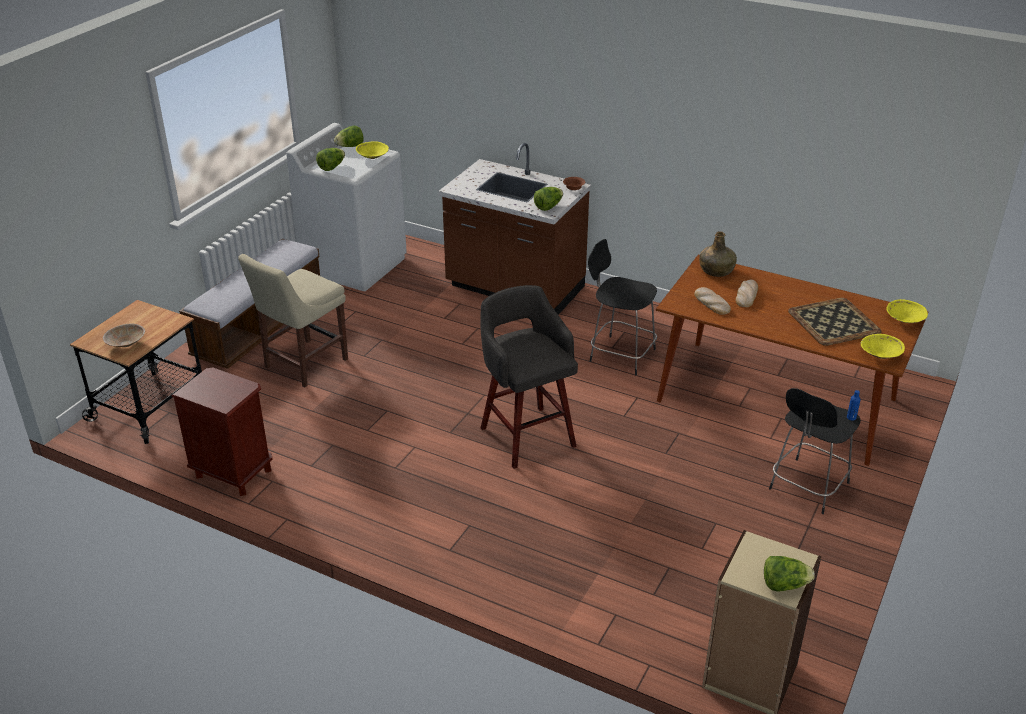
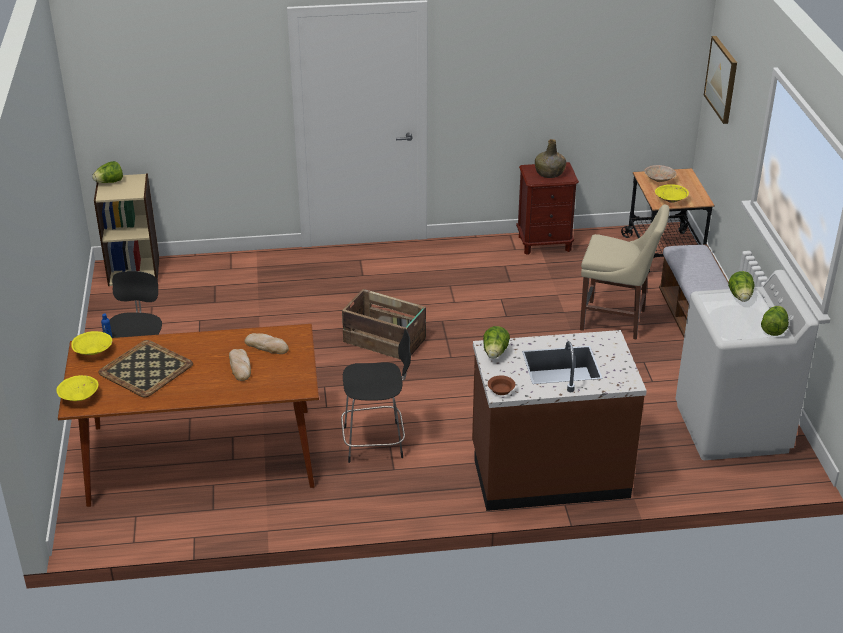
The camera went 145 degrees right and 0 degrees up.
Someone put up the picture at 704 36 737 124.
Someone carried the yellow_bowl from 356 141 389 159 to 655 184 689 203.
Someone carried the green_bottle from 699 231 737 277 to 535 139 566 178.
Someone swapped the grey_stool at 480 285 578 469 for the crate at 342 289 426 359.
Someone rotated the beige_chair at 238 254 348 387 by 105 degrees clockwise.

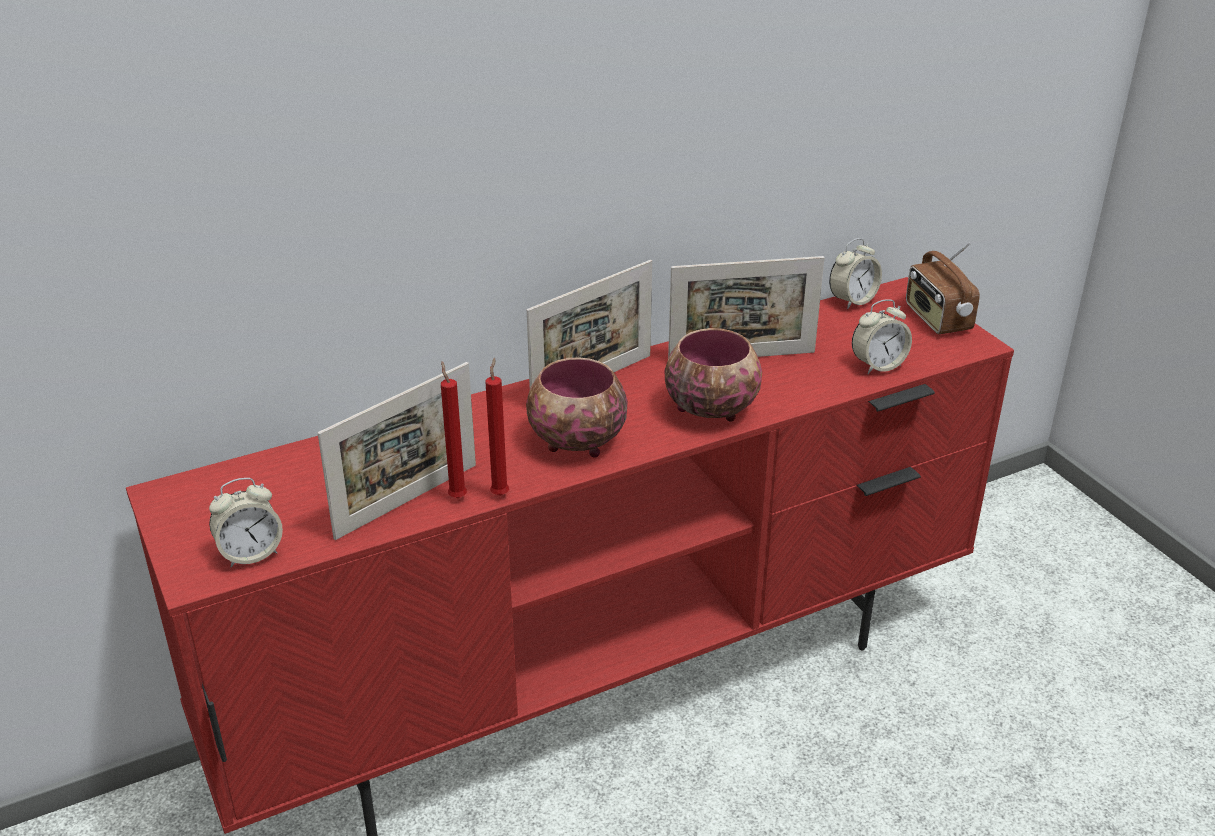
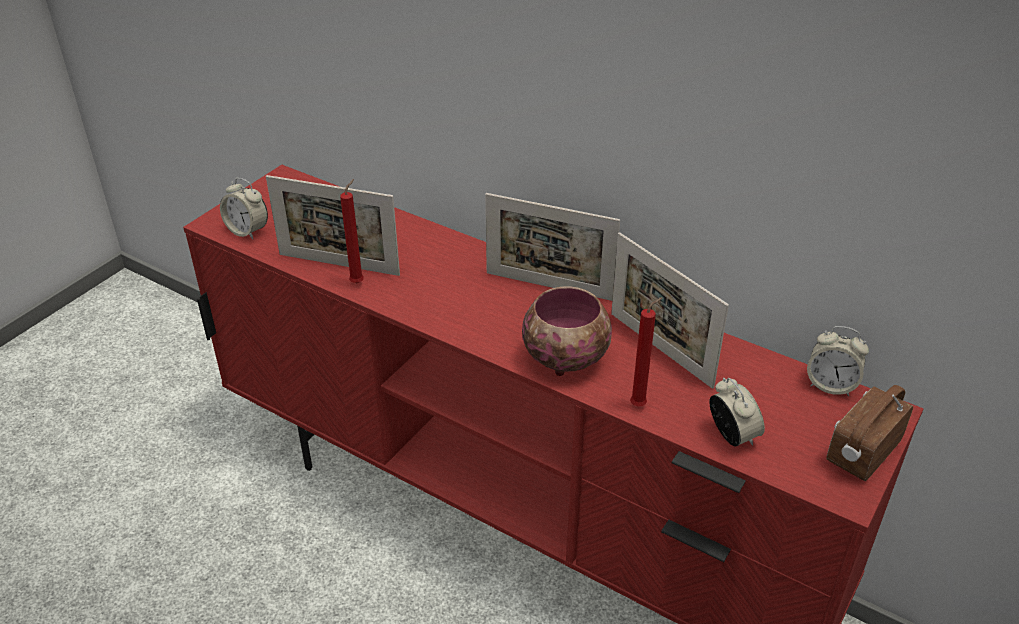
The camera went 60 degrees right and 5 degrees up.
Someone took away the bowl at 526 358 628 458.
Someone carried the red_candle from 485 358 509 496 to 630 297 663 406.
Someone rotated the alarm_clock at 852 299 912 374 by 150 degrees counterclockwise.

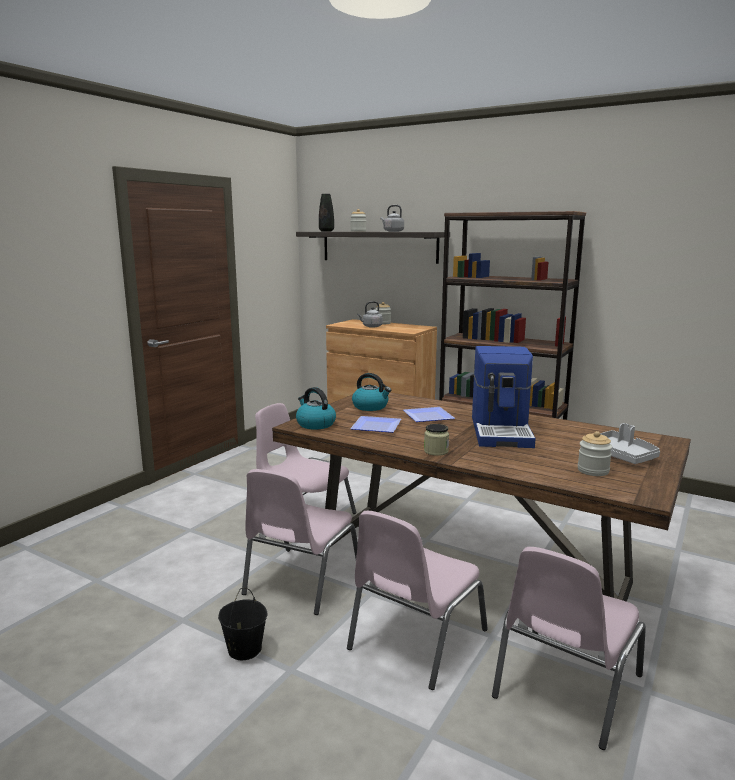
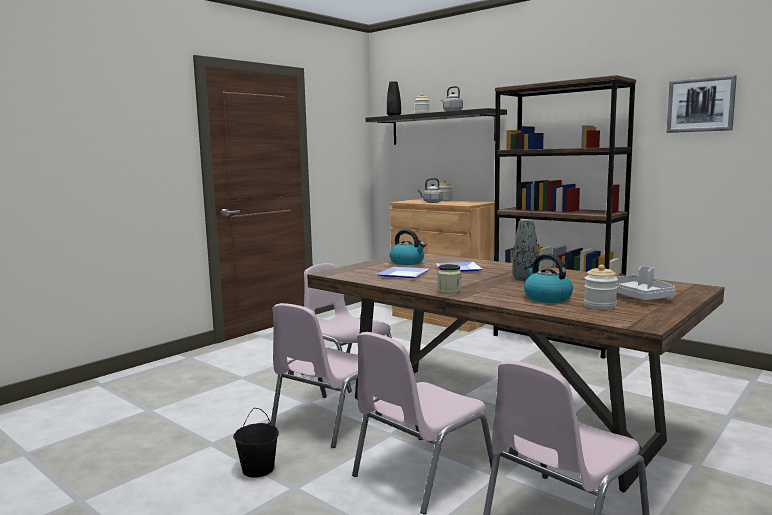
The camera went 10 degrees right and 5 degrees down.
Someone put up the picture at 667 75 737 133.
Someone carried the kettle from 296 387 336 430 to 524 254 573 303.
Someone swapped the coffee_machine at 472 346 536 448 for the grey_vase at 512 220 538 281.

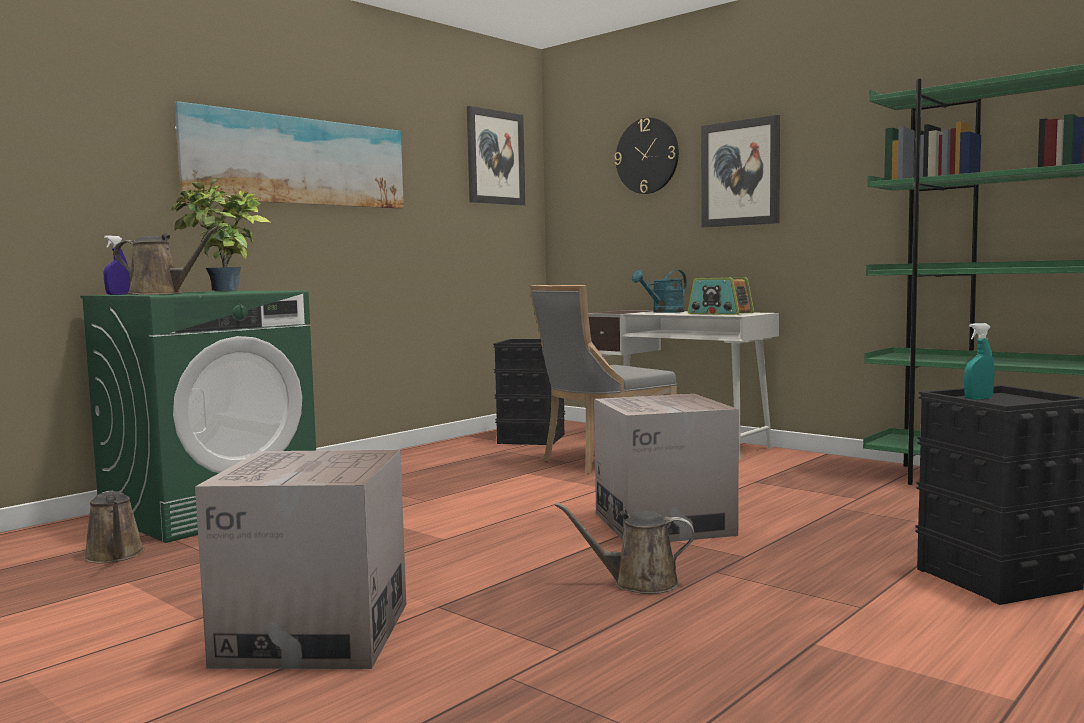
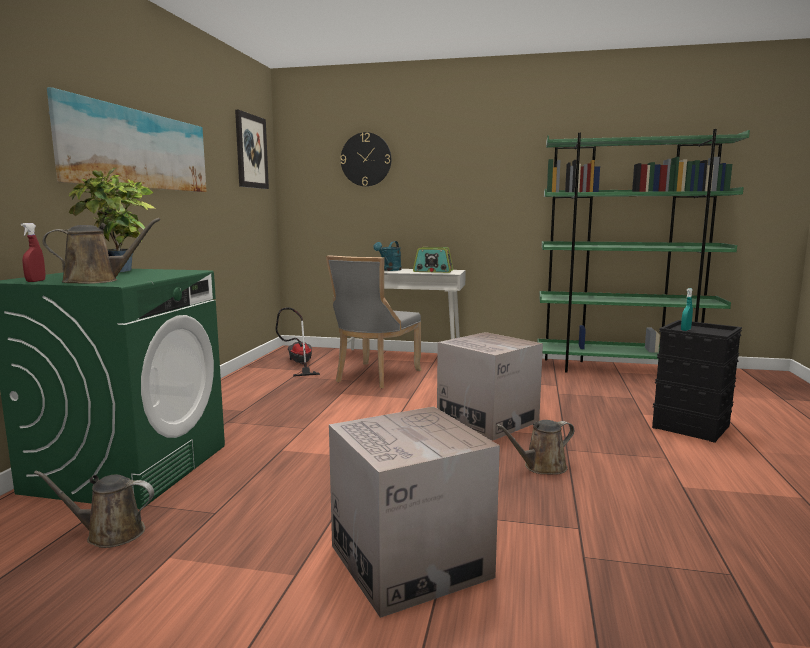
The camera went 30 degrees left and 5 degrees up.
Someone took away the picture at 701 115 780 228.
Someone swapped the black_storage_box at 493 339 565 445 for the vacuum_cleaner at 276 308 320 377.
Someone repainted the blue_spray_bottle at 104 235 130 295, which became the red_spray_bottle at 21 223 45 282.
Someone rotated the brown_watering_can at 84 490 145 563 by 150 degrees clockwise.

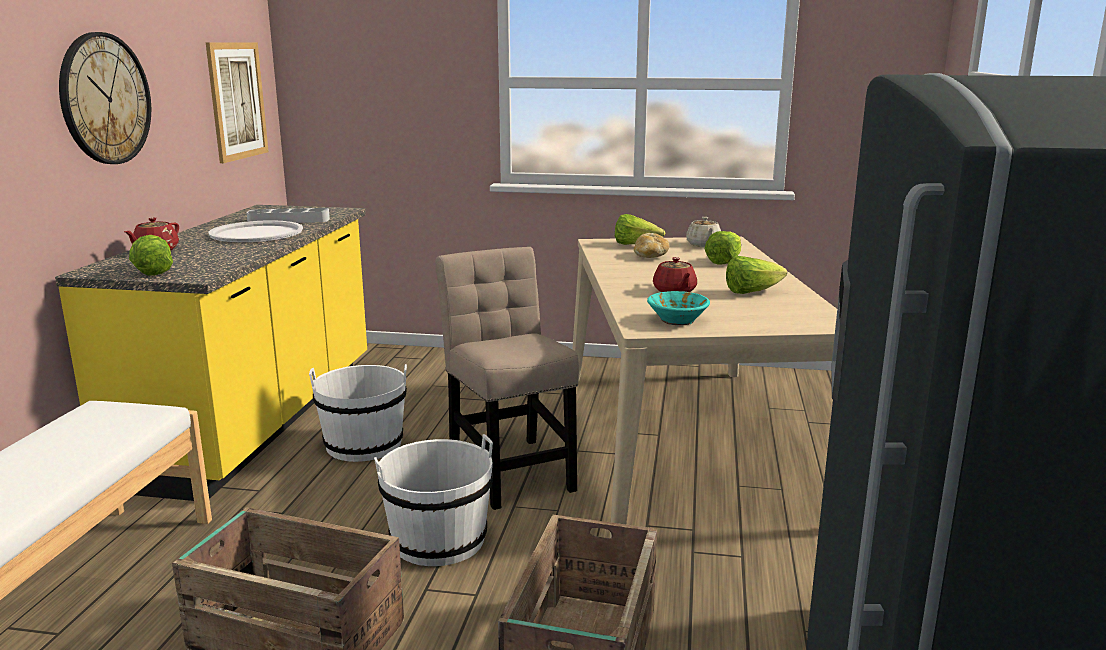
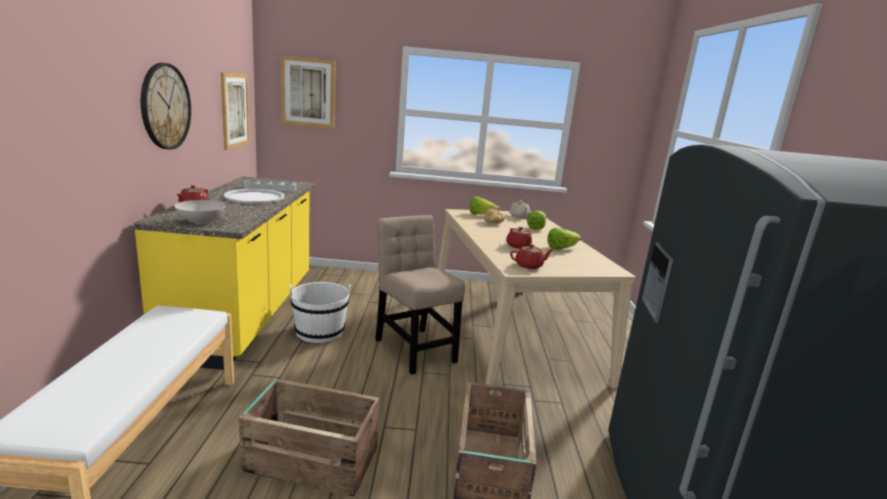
The camera went 10 degrees left and 0 degrees up.
Someone took away the white_bucket at 374 434 493 566.
Someone put up the picture at 281 56 336 128.
Someone swapped the lettuce at 129 235 173 276 for the white_bowl at 174 200 226 224.
Someone swapped the turquoise_bowl at 647 291 710 325 for the red_teapot at 510 244 554 269.

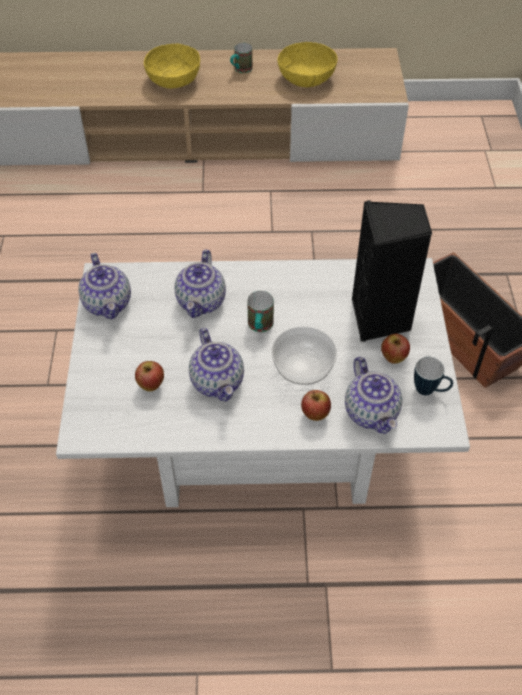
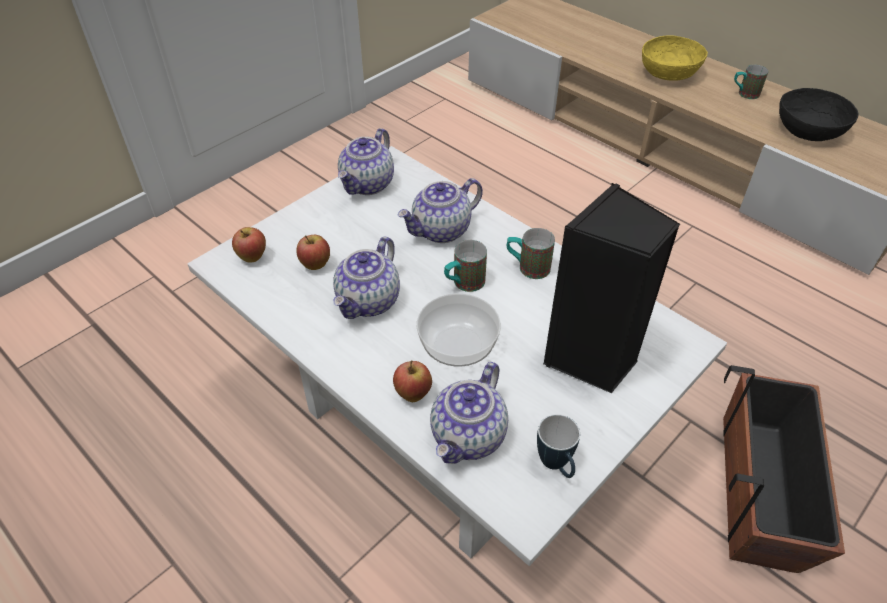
The camera went 45 degrees right and 5 degrees down.
Someone put down the mug at 507 228 555 279.
Someone carried the apple from 381 334 410 364 to 232 227 266 263.
Someone repainted the yellow_bowl at 277 42 338 87, which became the black_bowl at 779 88 859 141.

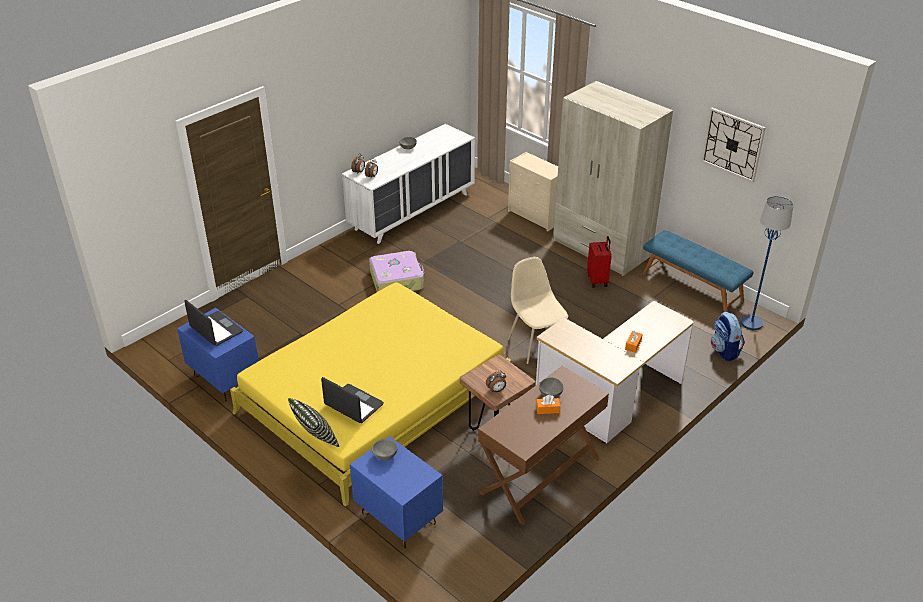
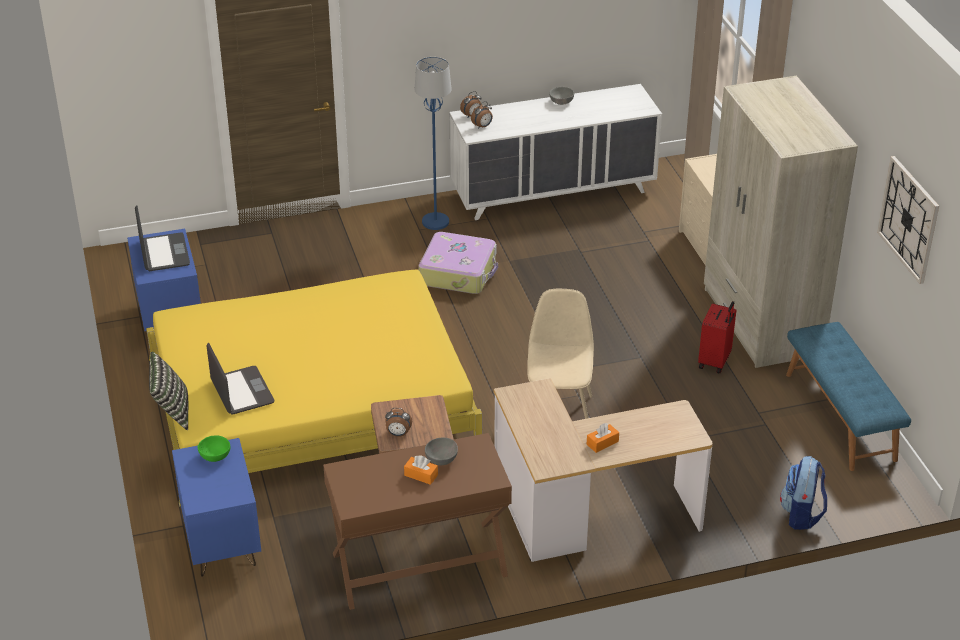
The camera went 30 degrees right and 0 degrees up.
Someone carried the blue_floor_lamp from 741 196 793 330 to 415 57 452 230.
Someone repainted the grey_bowl at 372 439 397 460, which became the green_bowl at 198 435 230 462.

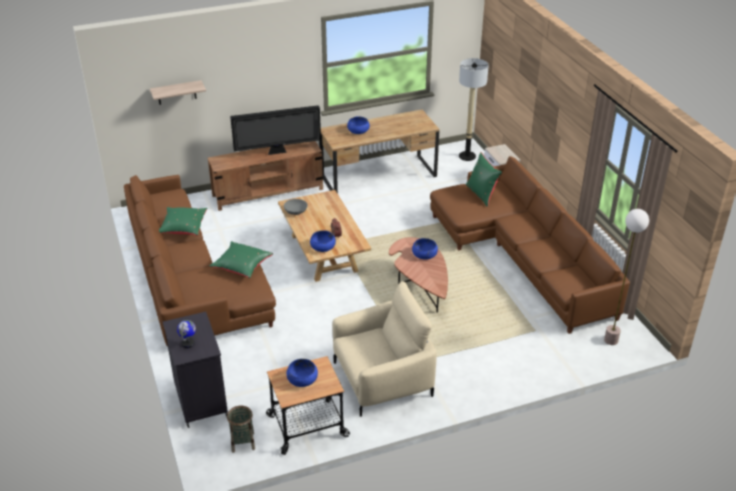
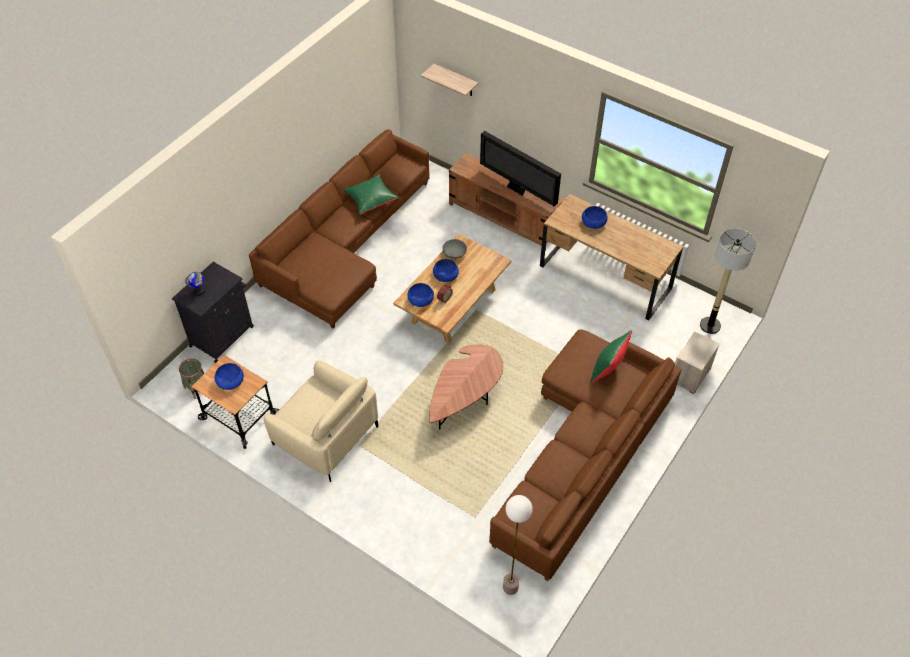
The camera went 55 degrees right and 15 degrees up.
Someone took away the green_pillow at 209 241 273 278.
Someone carried the blue_bowl from 412 238 438 260 to 433 259 459 282.

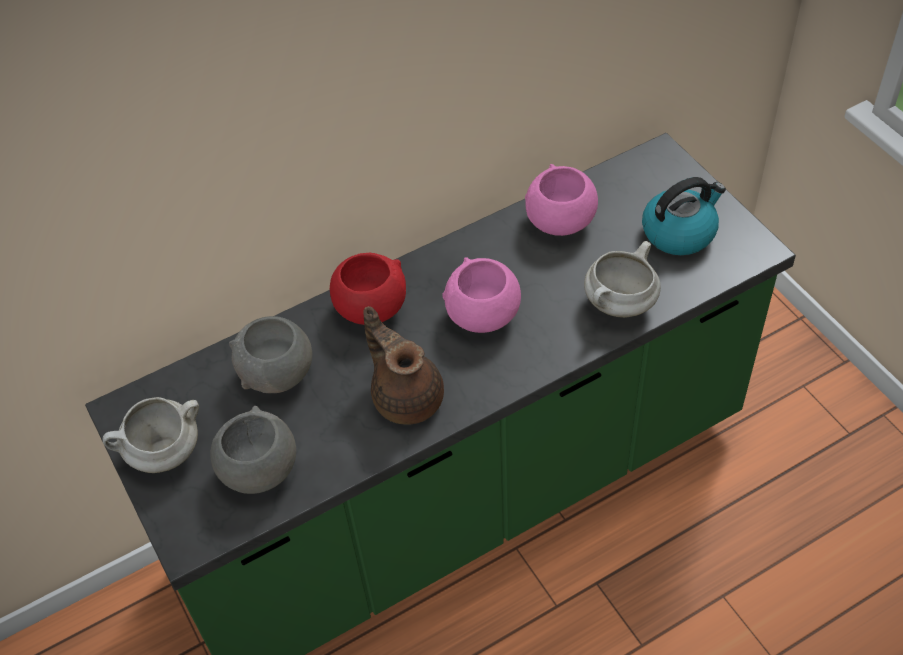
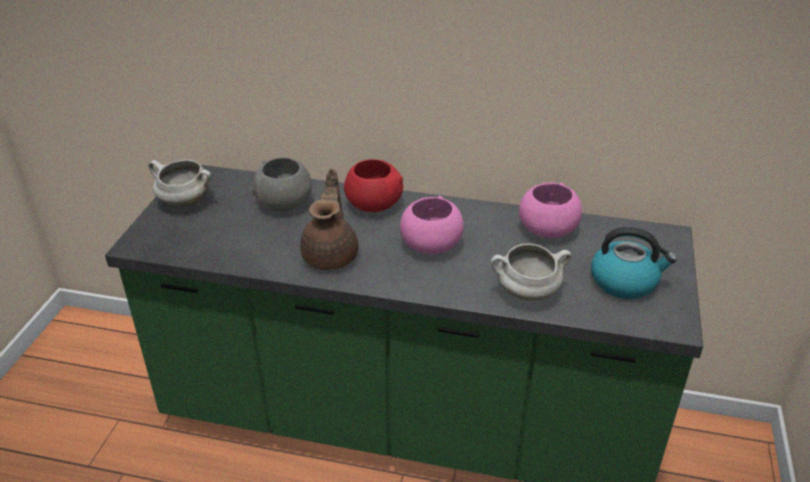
The camera went 40 degrees right and 15 degrees down.
Someone took away the grey_bowl at 210 406 296 494.

